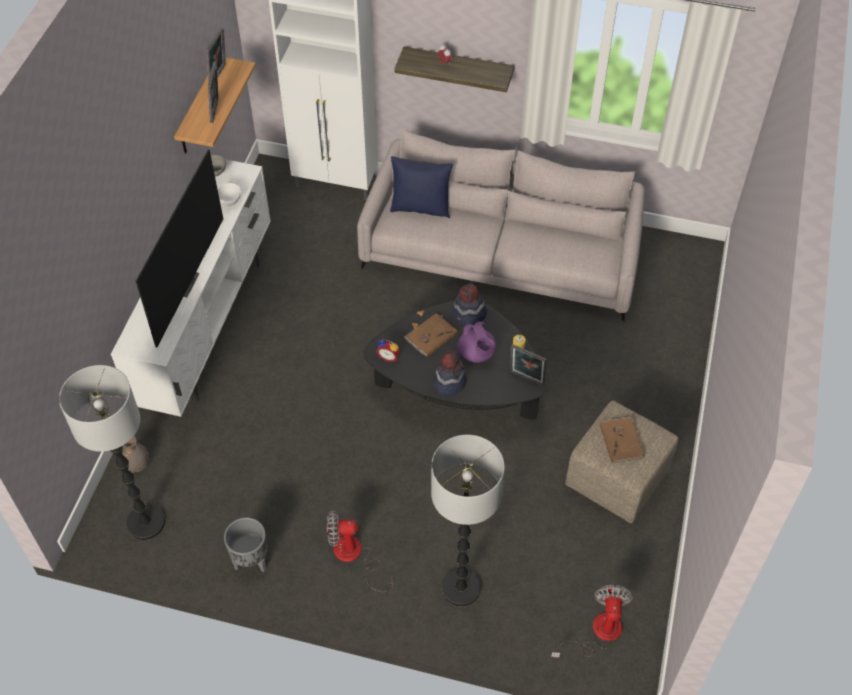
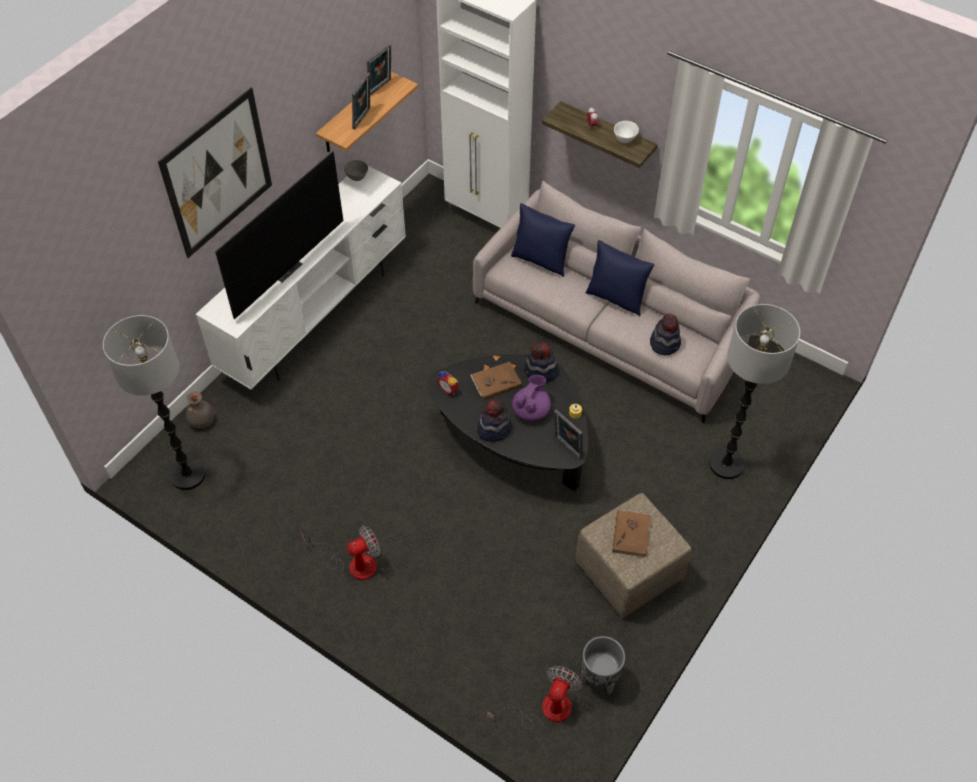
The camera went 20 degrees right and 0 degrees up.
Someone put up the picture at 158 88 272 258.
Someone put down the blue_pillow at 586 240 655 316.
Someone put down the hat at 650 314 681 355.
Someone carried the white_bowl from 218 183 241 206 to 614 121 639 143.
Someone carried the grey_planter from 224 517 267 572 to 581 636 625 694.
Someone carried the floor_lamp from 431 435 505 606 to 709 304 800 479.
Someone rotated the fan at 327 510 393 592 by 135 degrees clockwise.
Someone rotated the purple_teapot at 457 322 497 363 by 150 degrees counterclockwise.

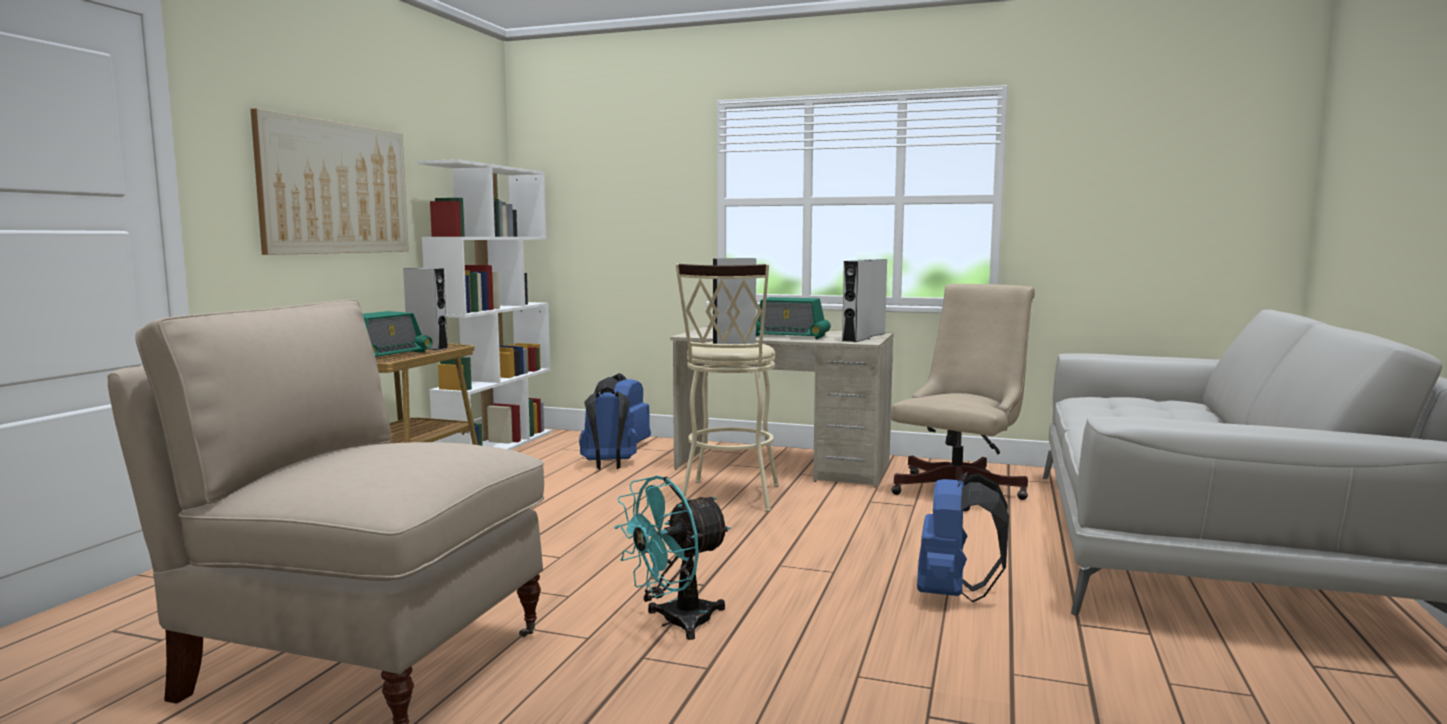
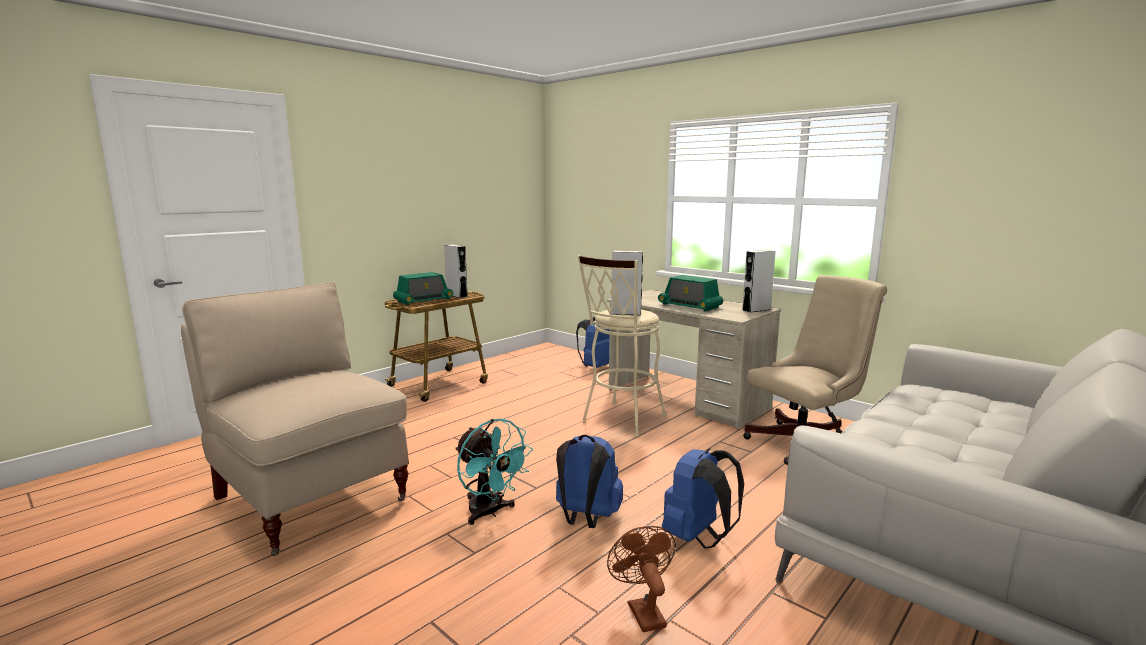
The camera went 25 degrees right and 5 degrees up.
Someone took away the picture at 250 108 409 255.
Someone took away the white_bookcase at 418 159 552 450.
Someone took away the grey_speaker at 842 260 872 342.
Someone put down the brown_fan at 607 526 676 632.
Someone carried the blue_backpack from 579 387 638 470 to 556 435 623 528.
Someone rotated the turquoise_fan at 614 476 731 640 by 120 degrees counterclockwise.

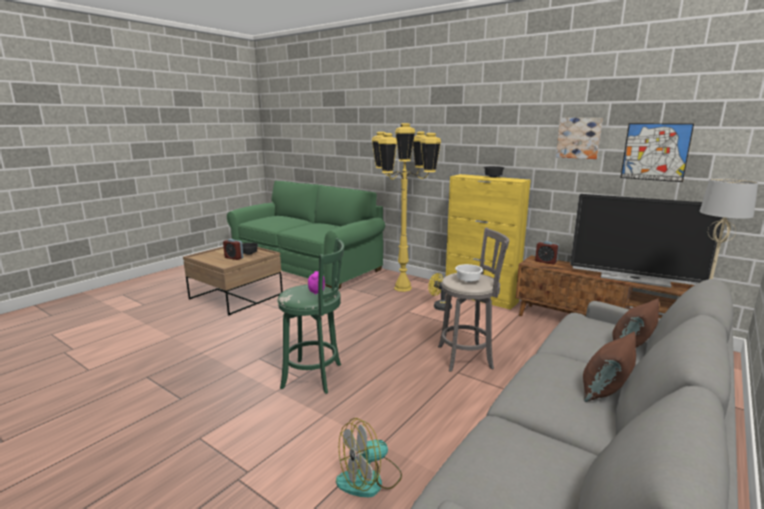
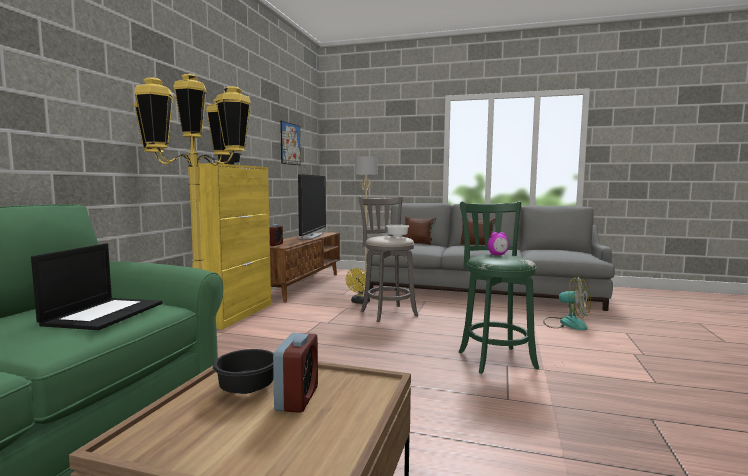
The camera went 110 degrees left and 10 degrees down.
Someone took away the picture at 556 118 603 159.
Someone put down the laptop at 31 243 162 330.
Someone carried the yellow_fan from 428 273 452 311 to 346 268 370 304.

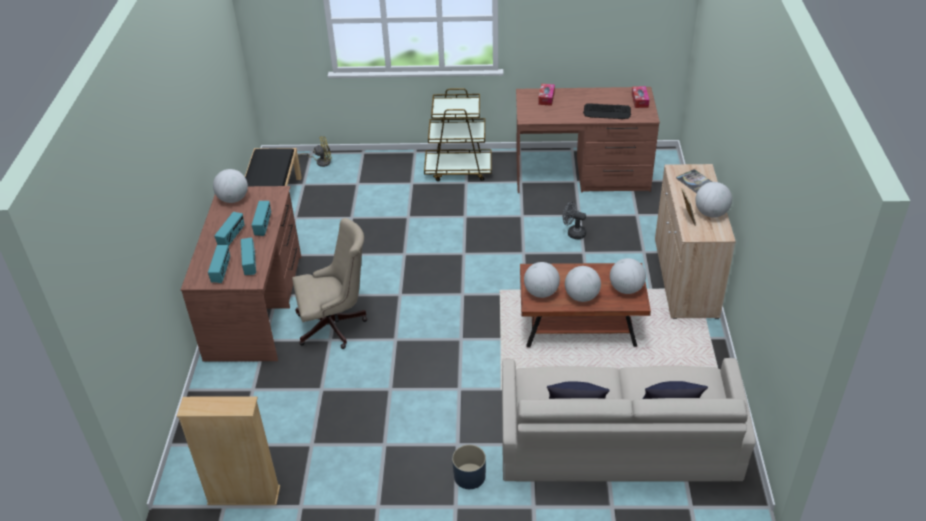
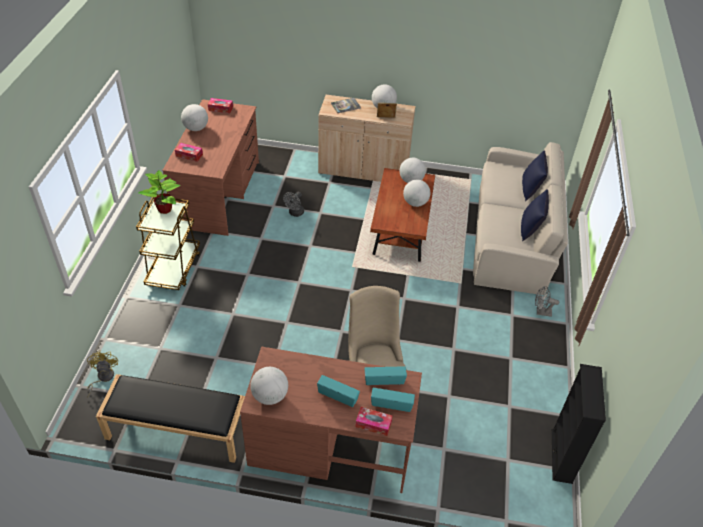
The camera went 85 degrees left and 5 degrees up.
Someone took away the radio at 252 201 271 236.
Someone took away the keyboard at 583 104 631 119.
Someone put down the potted_plant at 138 170 181 214.
Someone put down the tissue_box at 355 407 393 436.
Someone carried the globe from 524 262 560 298 to 181 104 208 131.
Someone swapped the blue_planter at 452 445 486 489 for the grey_fan at 535 286 559 317.
Someone repainted the beige_bookcase at 177 396 280 505, which became the black_bookcase at 552 364 606 484.

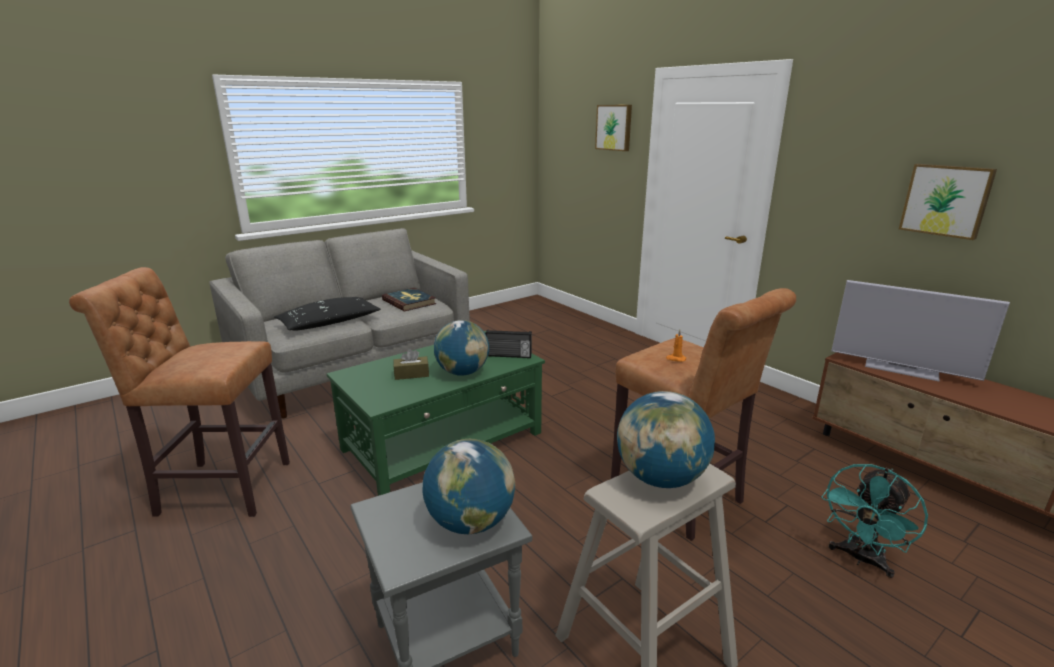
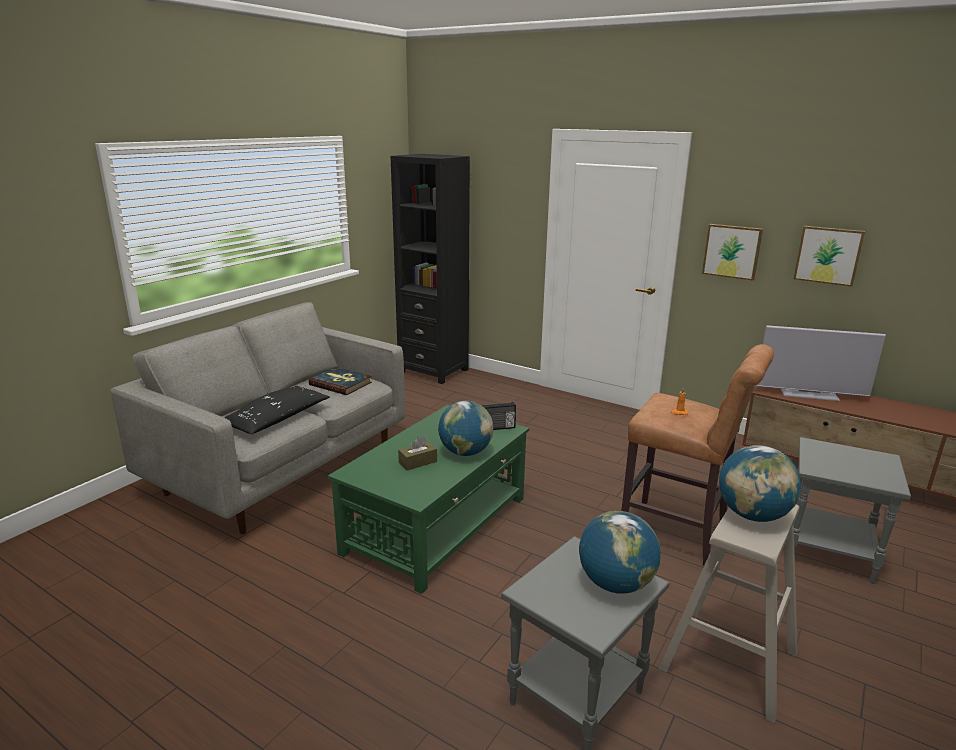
The camera went 20 degrees left and 0 degrees up.
Someone took away the brown_stool at 69 267 290 517.
Someone put down the black_bookcase at 391 154 470 384.
Someone carried the picture from 595 105 632 151 to 702 224 763 280.
Someone swapped the turquoise_fan at 822 464 928 578 for the grey_side_table at 794 437 911 584.

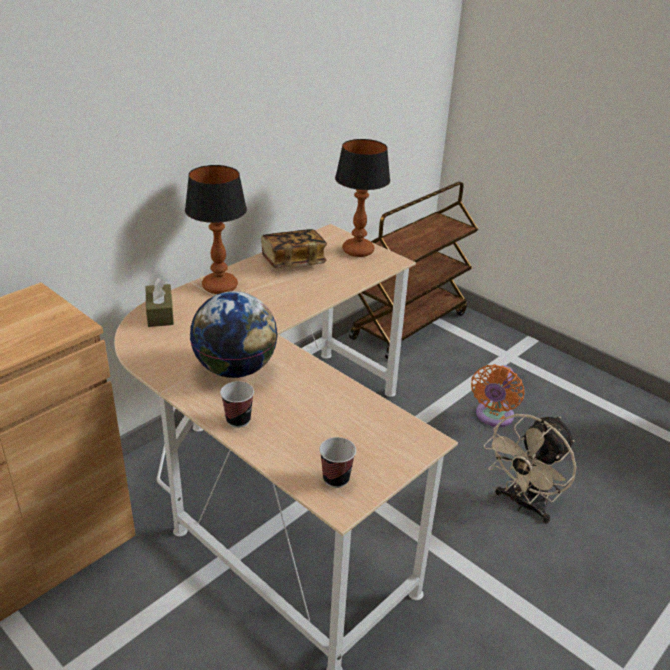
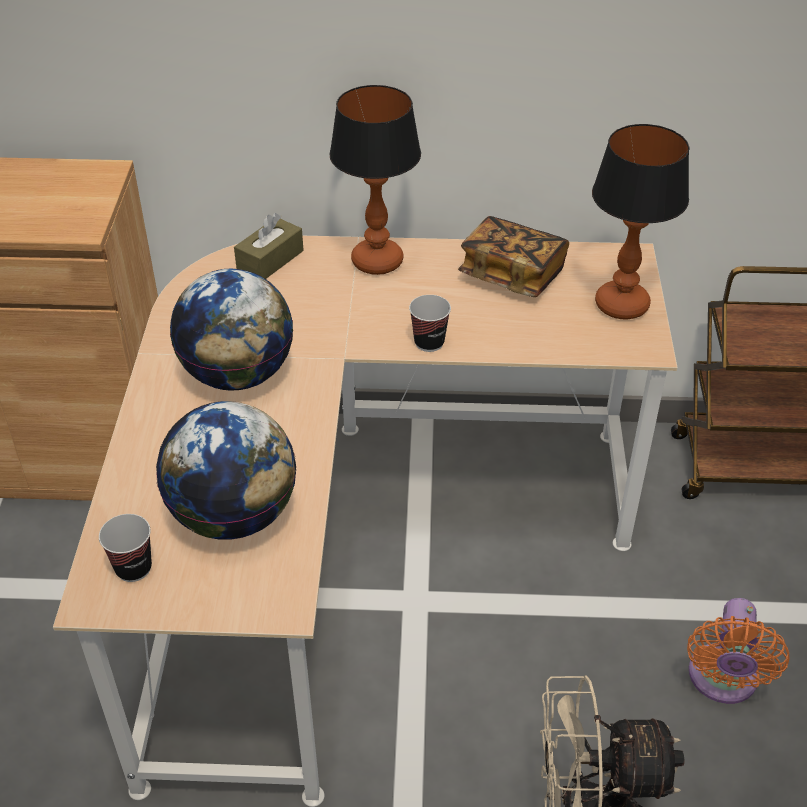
The camera went 50 degrees right and 10 degrees up.
Someone put down the globe at 156 401 297 540.
Someone carried the cup from 220 381 254 428 to 409 295 451 352.
Someone rotated the orange_fan at 471 364 524 427 by 60 degrees counterclockwise.

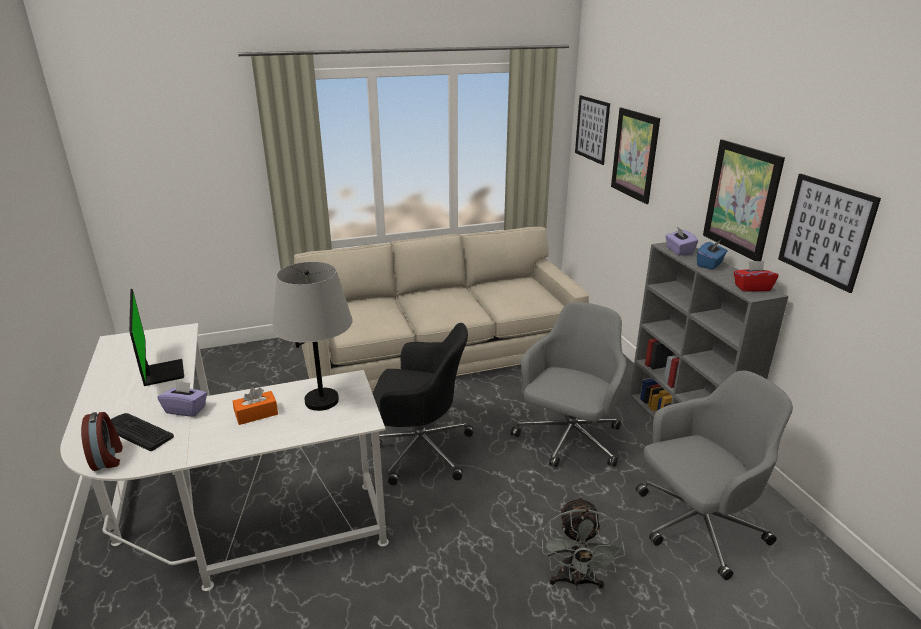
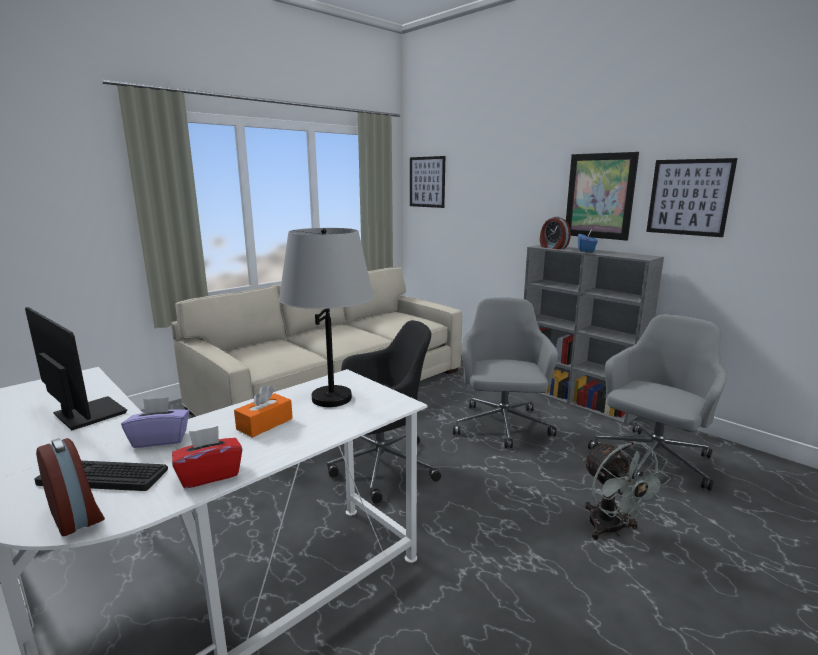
The camera went 25 degrees left and 10 degrees down.
Someone took away the picture at 611 108 660 204.
Someone carried the red_tissue_box from 734 261 779 292 to 172 426 242 489.
Someone swapped the purple_tissue_box at 665 226 698 256 for the alarm_clock at 540 217 571 249.

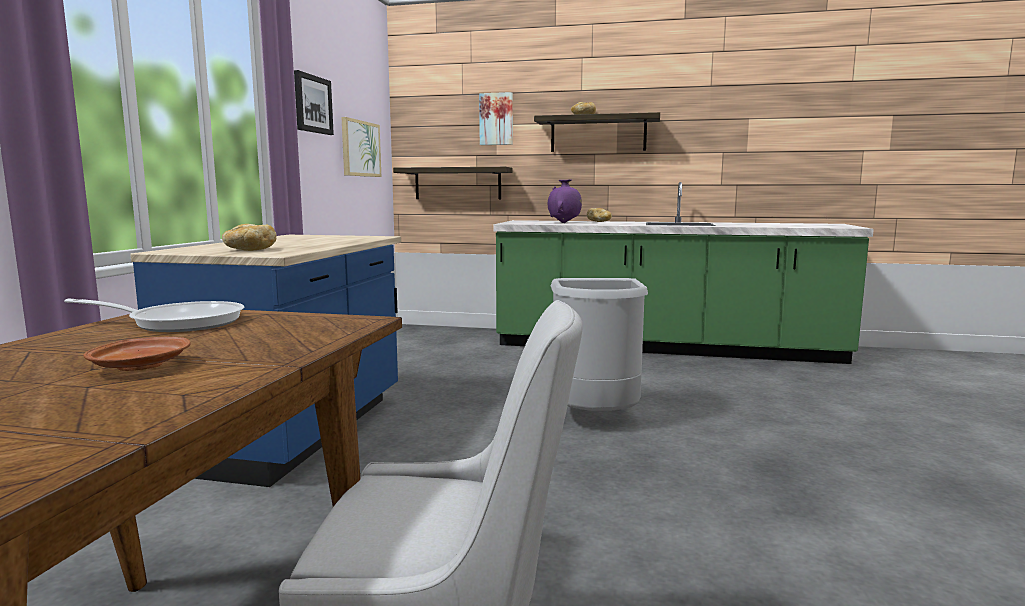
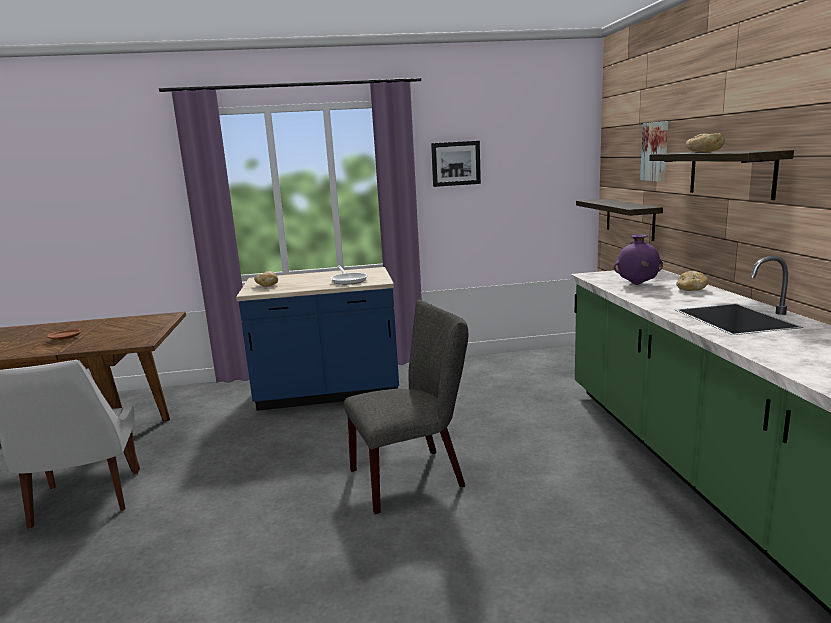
The camera went 70 degrees right and 5 degrees up.
Someone took away the picture at 341 117 381 177.
Someone carried the frying_pan from 64 299 244 332 to 330 266 368 285.
Someone swapped the grey_trash_can at 551 278 648 411 for the grey_chair at 344 300 468 514.

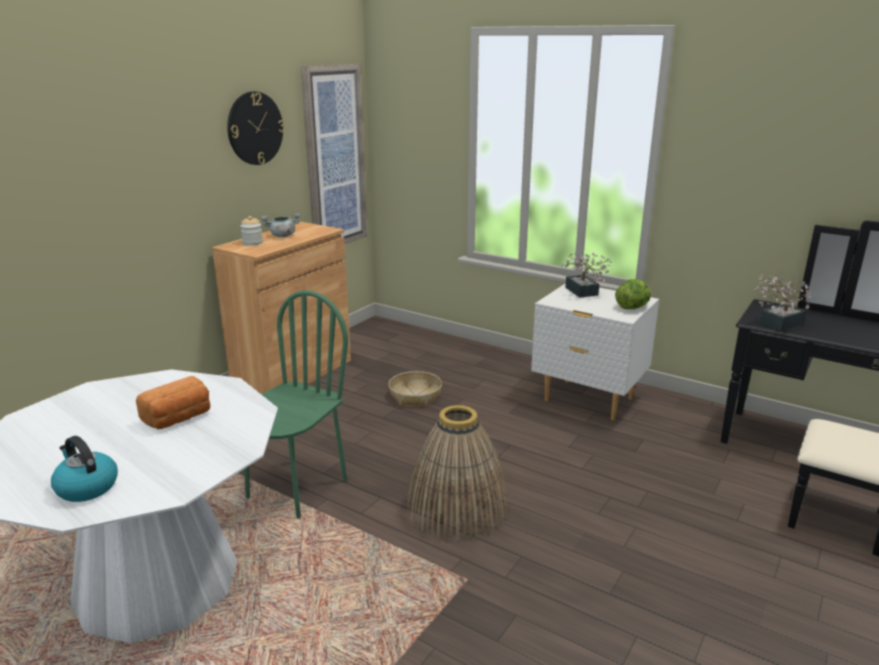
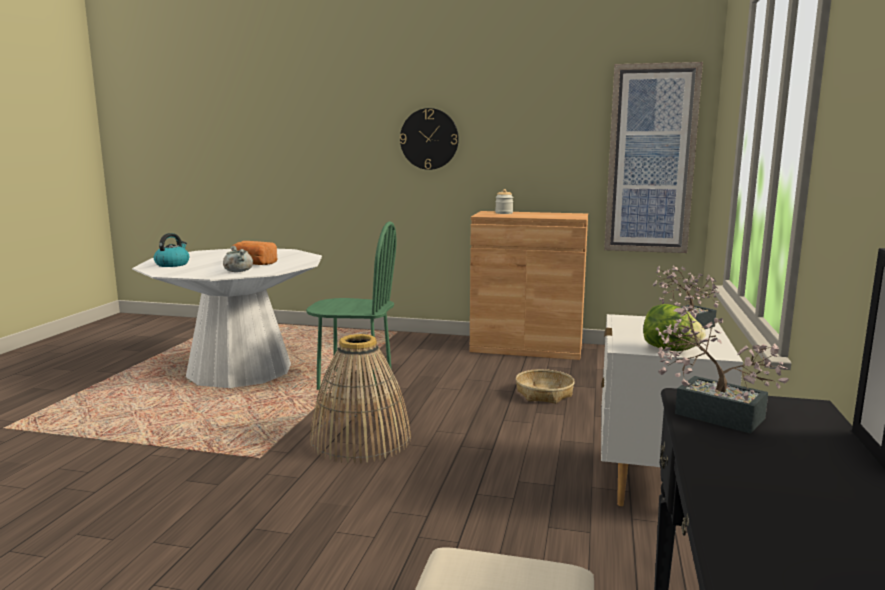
The camera went 70 degrees right and 10 degrees down.
Someone carried the wall_clock from 227 92 285 165 to 400 108 459 170.
Someone carried the grey_cooking_pot from 261 213 300 237 to 223 246 253 272.

